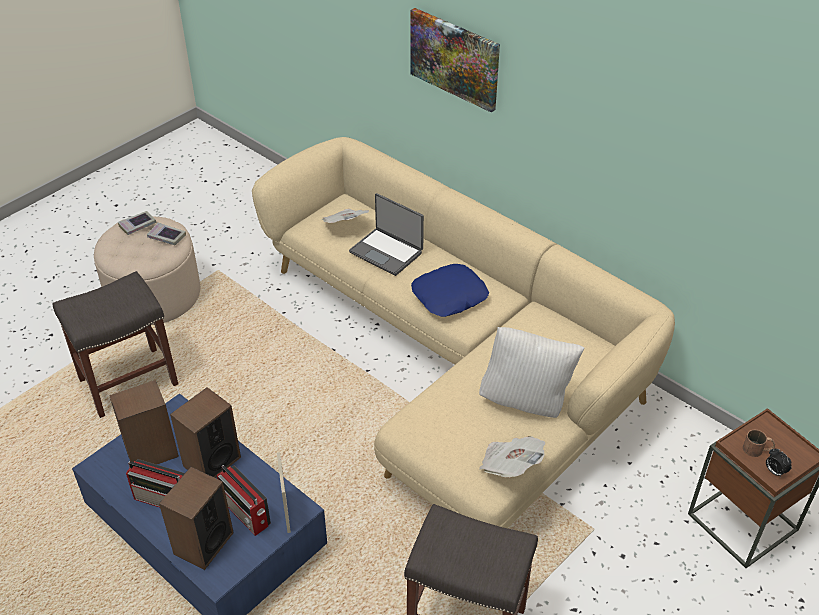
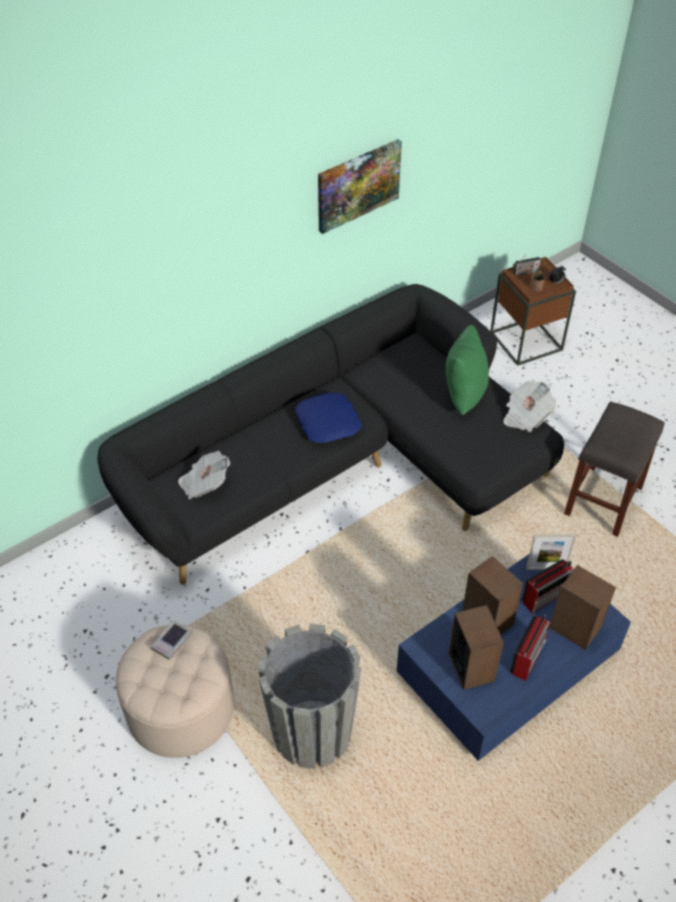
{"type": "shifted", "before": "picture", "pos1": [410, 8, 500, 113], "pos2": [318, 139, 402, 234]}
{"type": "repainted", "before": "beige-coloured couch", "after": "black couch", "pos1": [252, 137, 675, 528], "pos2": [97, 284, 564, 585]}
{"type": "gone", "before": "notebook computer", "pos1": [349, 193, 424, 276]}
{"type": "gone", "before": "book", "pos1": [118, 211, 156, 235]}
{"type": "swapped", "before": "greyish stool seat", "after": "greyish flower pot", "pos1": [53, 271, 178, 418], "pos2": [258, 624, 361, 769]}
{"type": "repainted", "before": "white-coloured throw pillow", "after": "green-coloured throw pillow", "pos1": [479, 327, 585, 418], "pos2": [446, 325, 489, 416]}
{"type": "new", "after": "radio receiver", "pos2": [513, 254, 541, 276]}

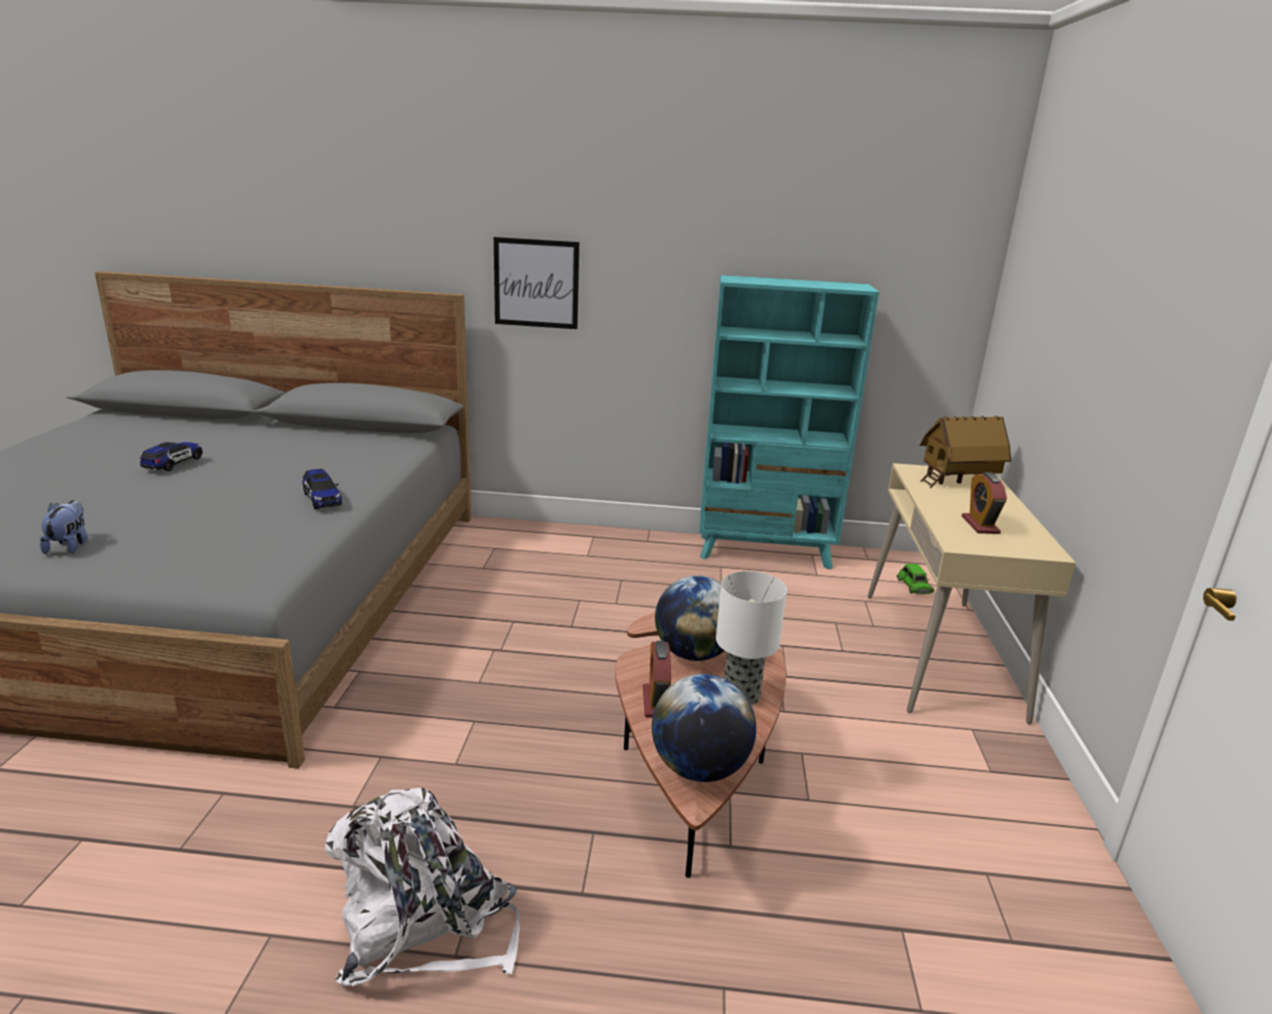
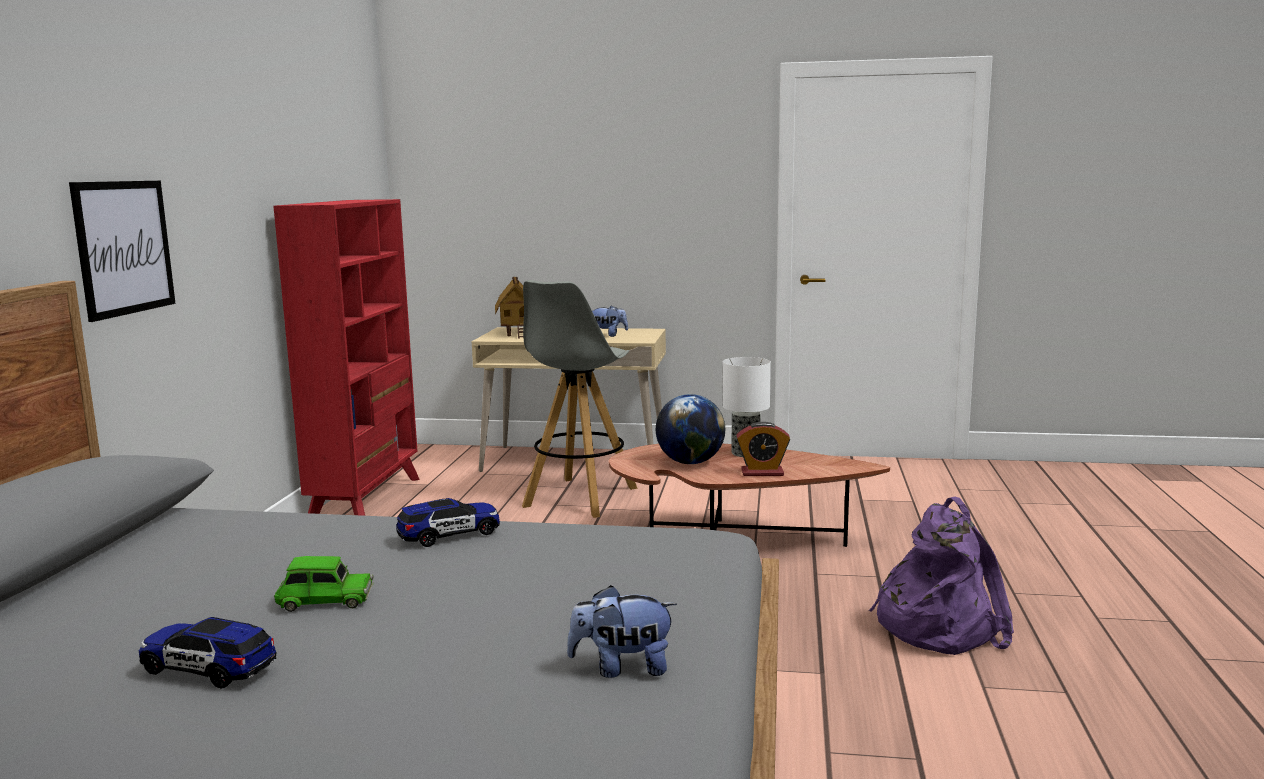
{"type": "repainted", "before": "blue-green bookcase", "after": "red-coloured bookcase", "pos1": [699, 275, 879, 570], "pos2": [273, 199, 420, 516]}
{"type": "swapped", "before": "bedside clock", "after": "soft toy", "pos1": [962, 472, 1007, 534], "pos2": [592, 305, 628, 337]}
{"type": "shifted", "before": "green-coloured toy car", "pos1": [897, 564, 934, 594], "pos2": [274, 556, 374, 612]}
{"type": "gone", "before": "globe", "pos1": [652, 674, 756, 782]}
{"type": "repainted", "before": "white-coloured rucksack", "after": "purple-coloured rucksack", "pos1": [325, 788, 519, 986], "pos2": [869, 497, 1014, 655]}
{"type": "new", "after": "greyish stool seat", "pos2": [522, 280, 638, 518]}

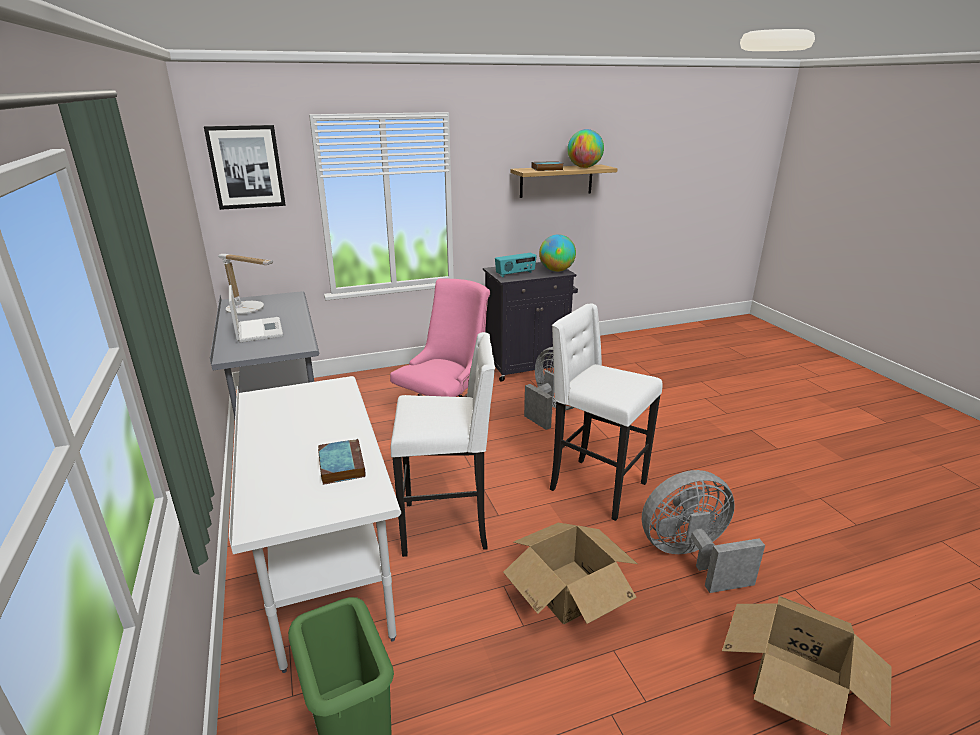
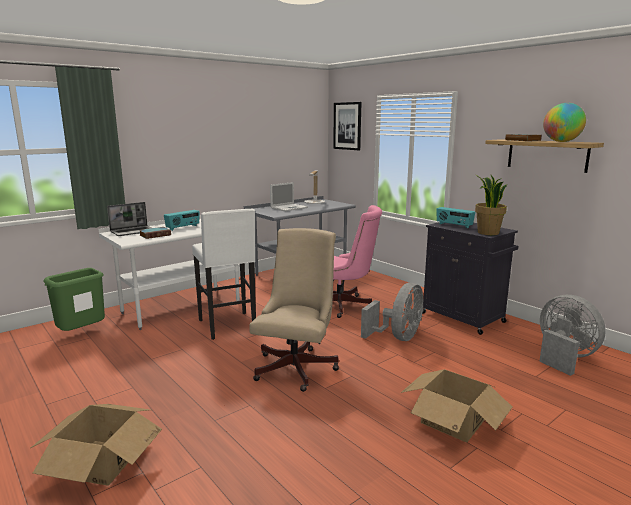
{"type": "swapped", "before": "globe", "after": "houseplant", "pos1": [539, 234, 576, 272], "pos2": [475, 175, 508, 235]}
{"type": "swapped", "before": "white-coloured stool seat", "after": "beige-coloured computer chair", "pos1": [550, 303, 663, 521], "pos2": [249, 228, 339, 392]}
{"type": "shifted", "before": "greyish fan", "pos1": [642, 470, 765, 593], "pos2": [539, 295, 606, 376]}
{"type": "shifted", "before": "carton", "pos1": [503, 523, 638, 624], "pos2": [401, 369, 512, 442]}
{"type": "new", "after": "notebook computer", "pos2": [107, 202, 152, 236]}
{"type": "new", "after": "radio receiver", "pos2": [164, 210, 200, 231]}

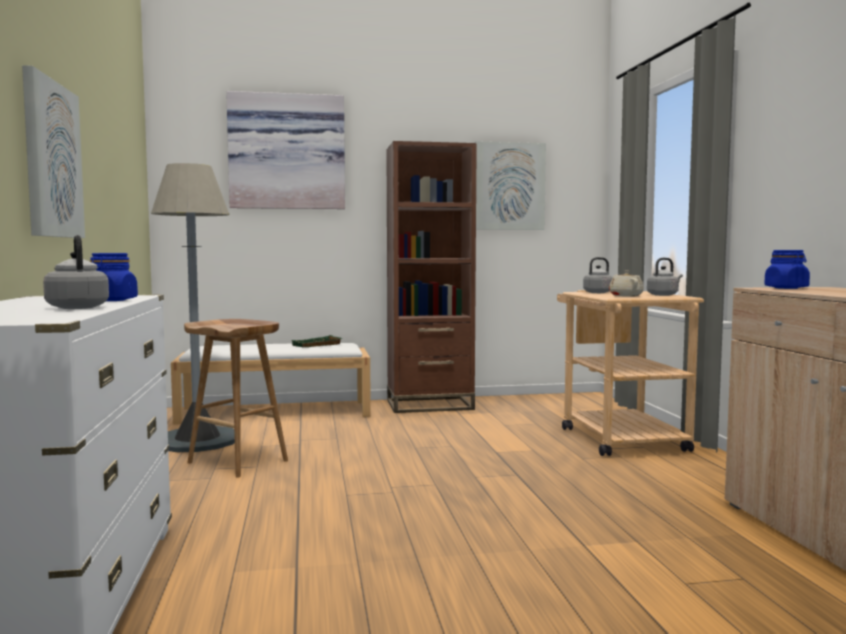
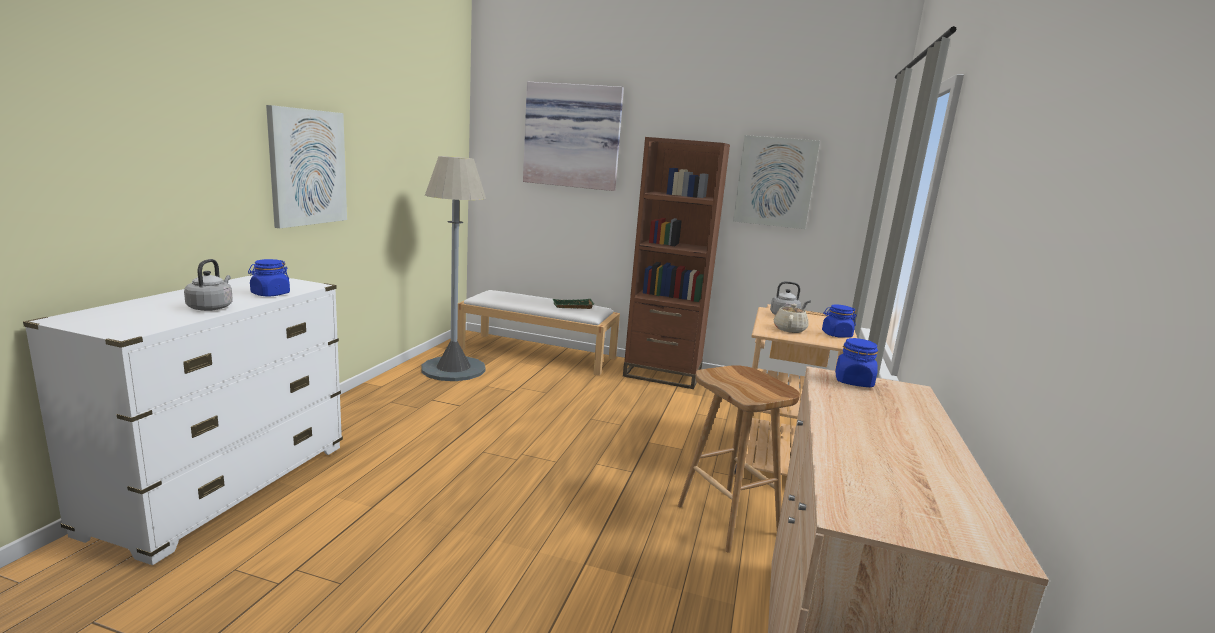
{"type": "swapped", "before": "greyish kettle", "after": "bluish jar", "pos1": [647, 258, 683, 296], "pos2": [822, 304, 857, 338]}
{"type": "shifted", "before": "brownish stool seat", "pos1": [184, 319, 288, 477], "pos2": [678, 365, 800, 553]}

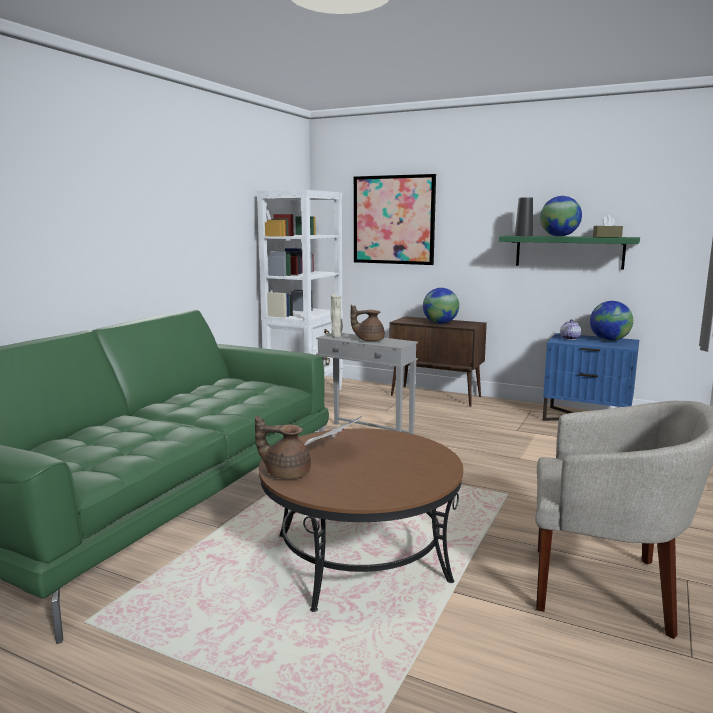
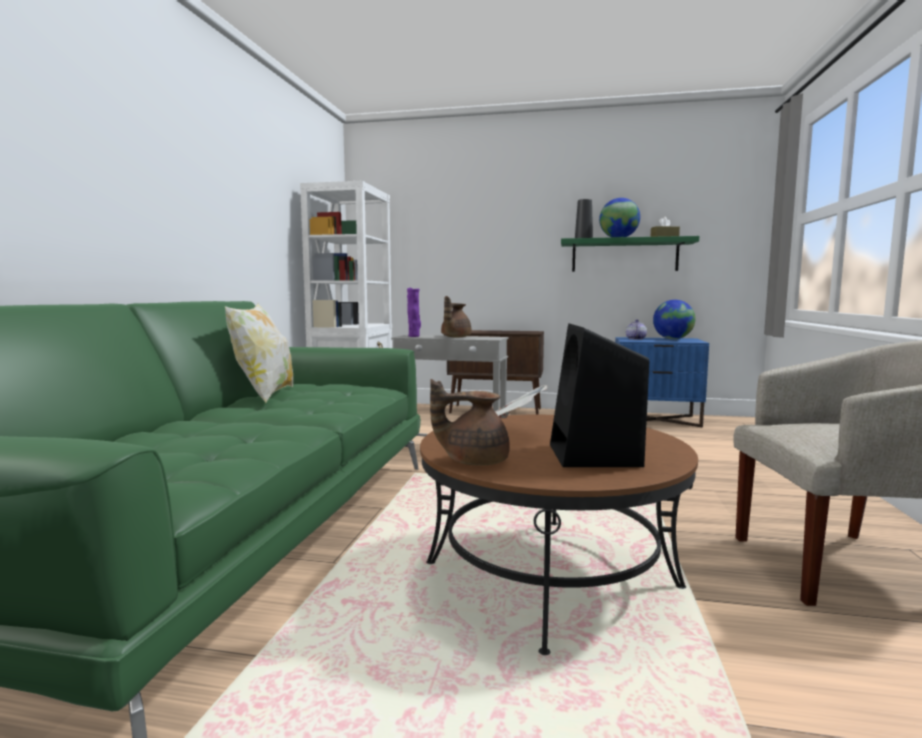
{"type": "gone", "before": "picture", "pos1": [354, 174, 436, 265]}
{"type": "gone", "before": "globe", "pos1": [423, 288, 459, 324]}
{"type": "repainted", "before": "beige-coloured decorative vase", "after": "purple-coloured decorative vase", "pos1": [331, 294, 343, 338], "pos2": [407, 288, 421, 337]}
{"type": "rotated", "before": "brownish tea pot", "pos1": [351, 305, 385, 341], "pos2": [441, 296, 471, 338], "turn": -45}
{"type": "new", "after": "throw pillow", "pos2": [224, 303, 293, 403]}
{"type": "new", "after": "black audio speaker", "pos2": [550, 323, 649, 467]}

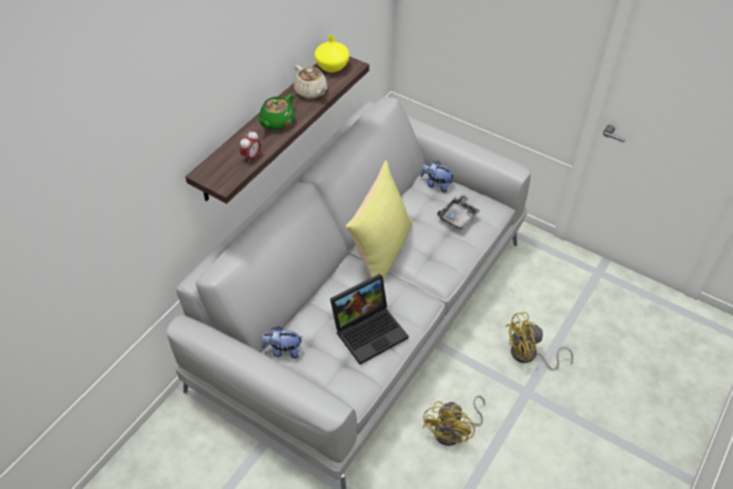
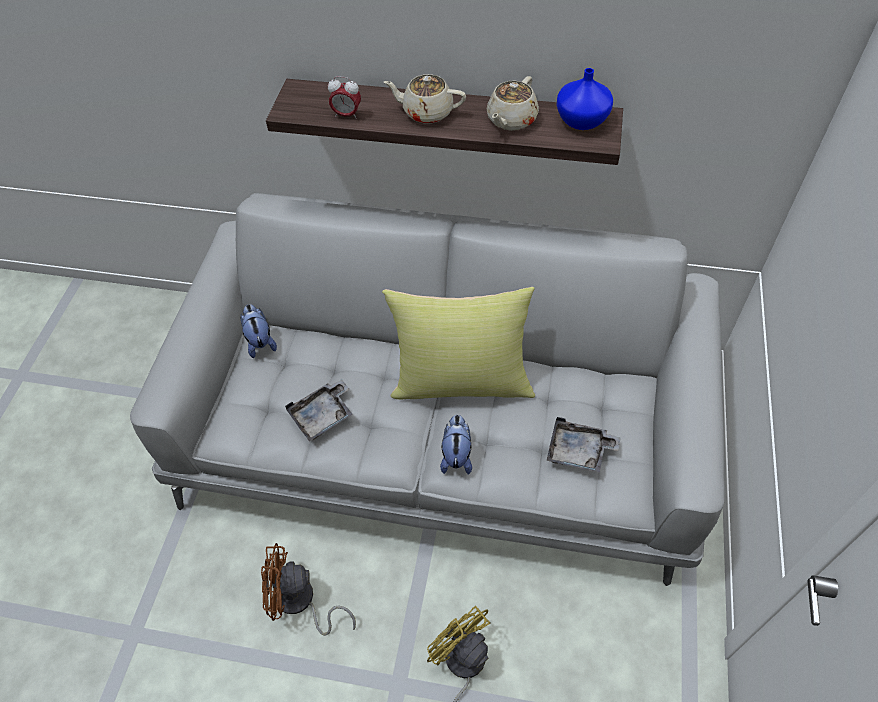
{"type": "repainted", "before": "yellow-coloured decorative vase", "after": "bluish decorative vase", "pos1": [315, 35, 349, 72], "pos2": [556, 68, 613, 130]}
{"type": "repainted", "before": "green-coloured tea pot", "after": "beige-coloured tea pot", "pos1": [257, 94, 295, 130], "pos2": [384, 74, 466, 124]}
{"type": "shifted", "before": "soft toy", "pos1": [420, 161, 455, 193], "pos2": [440, 415, 472, 475]}
{"type": "swapped", "before": "notebook computer", "after": "greyish tray", "pos1": [330, 274, 409, 364], "pos2": [285, 379, 352, 442]}
{"type": "repainted", "before": "yellow-coloured fan", "after": "brownish fan", "pos1": [423, 395, 485, 446], "pos2": [261, 543, 356, 636]}

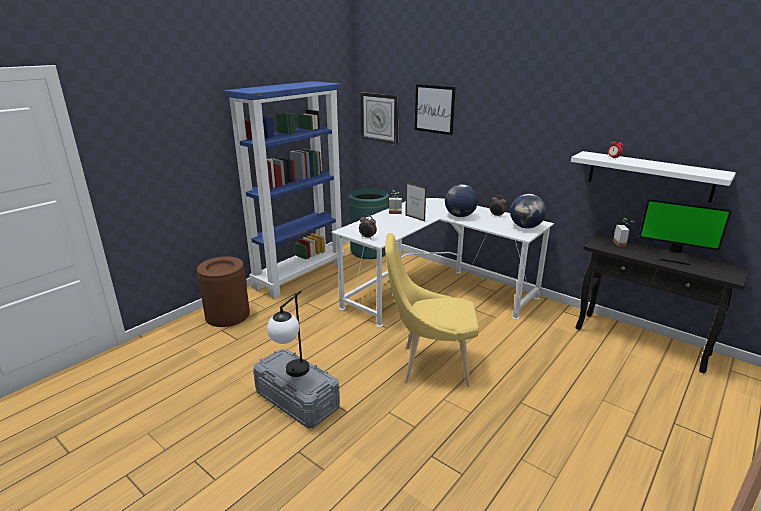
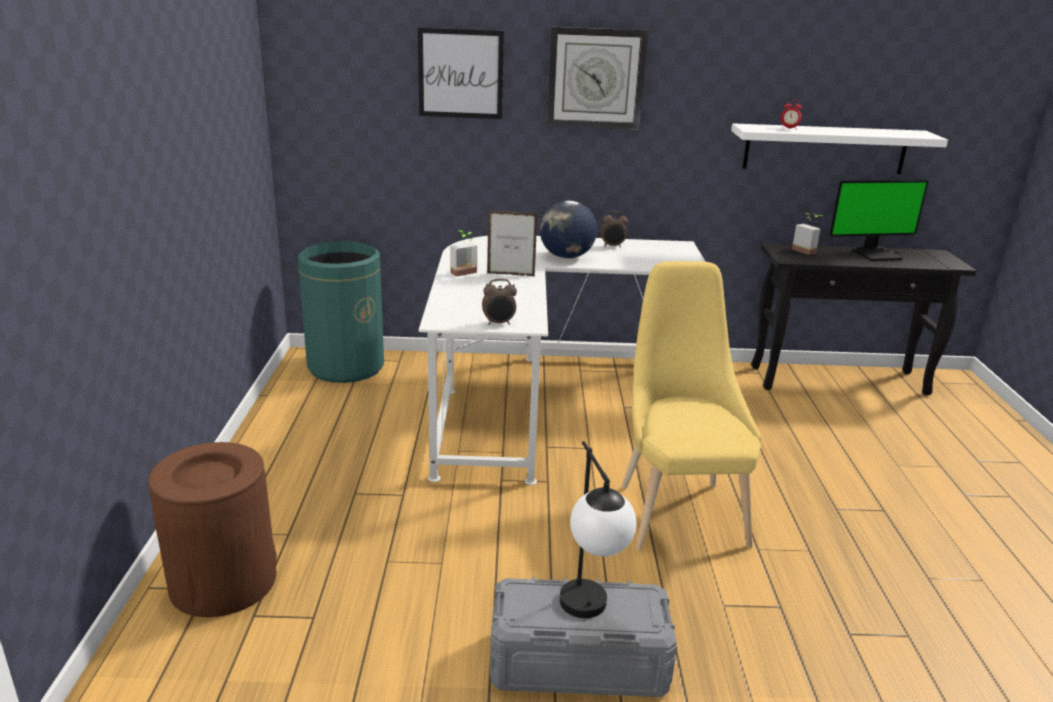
{"type": "gone", "before": "bluish bookcase", "pos1": [223, 81, 345, 298]}
{"type": "shifted", "before": "clock on the wall", "pos1": [360, 92, 399, 145], "pos2": [547, 26, 648, 130]}
{"type": "gone", "before": "globe", "pos1": [510, 194, 546, 229]}
{"type": "rotated", "before": "yellow-coloured plain chair", "pos1": [385, 233, 479, 387], "pos2": [622, 261, 761, 551], "turn": 120}

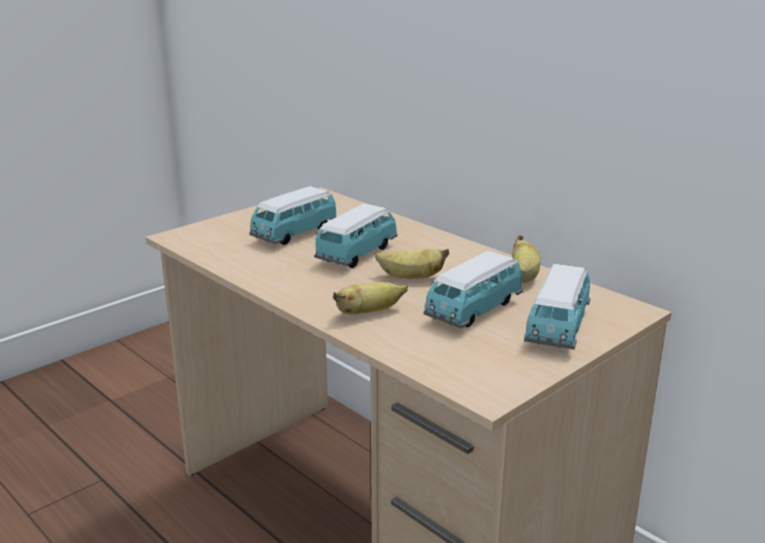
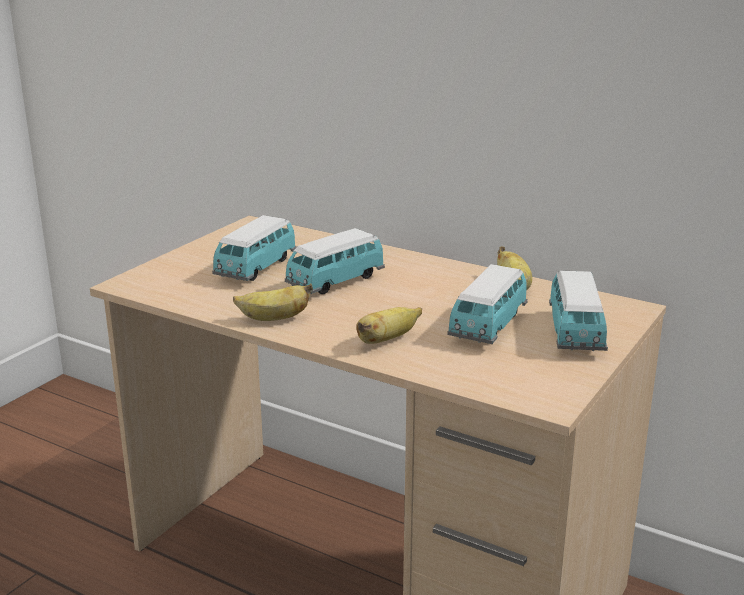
{"type": "rotated", "before": "toy car", "pos1": [314, 203, 397, 268], "pos2": [285, 228, 385, 294], "turn": -150}
{"type": "shifted", "before": "banana fruit", "pos1": [375, 248, 449, 279], "pos2": [233, 284, 313, 321]}

